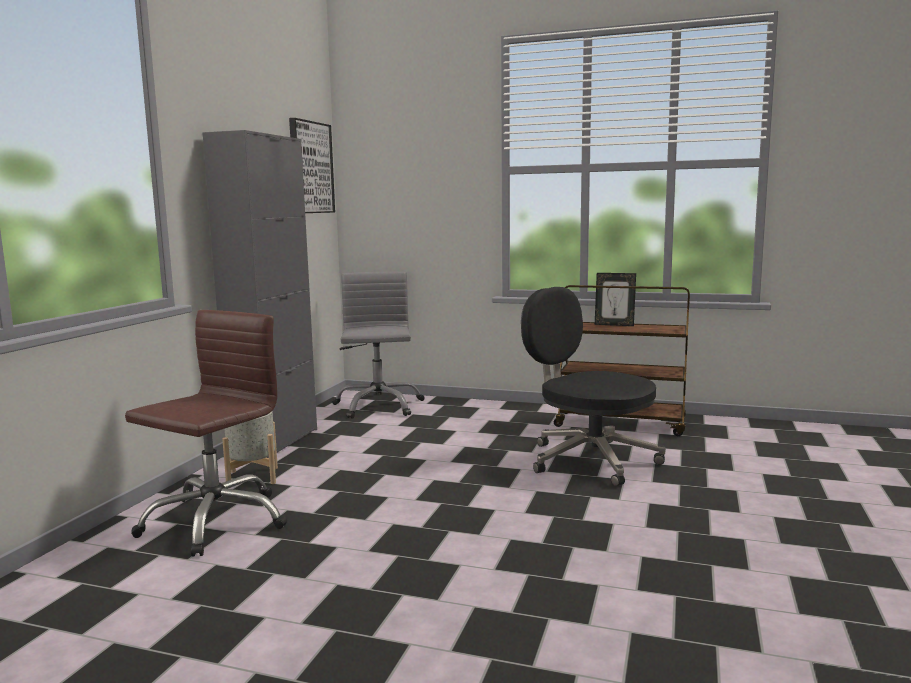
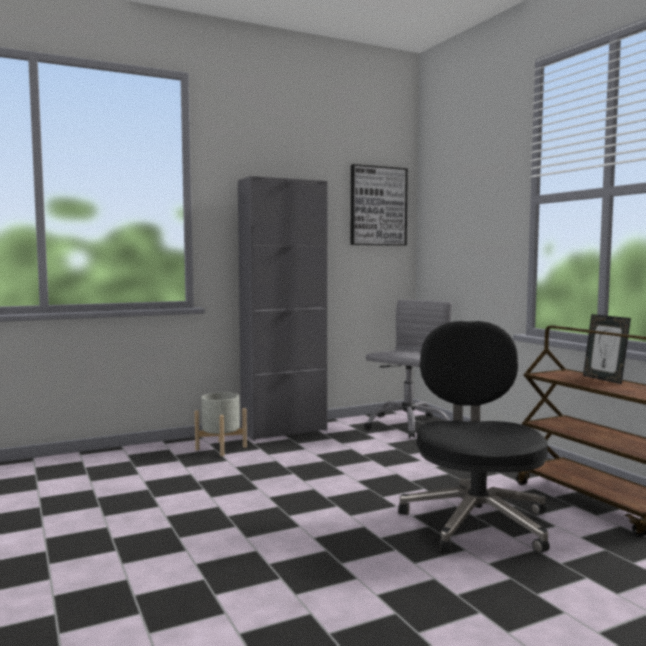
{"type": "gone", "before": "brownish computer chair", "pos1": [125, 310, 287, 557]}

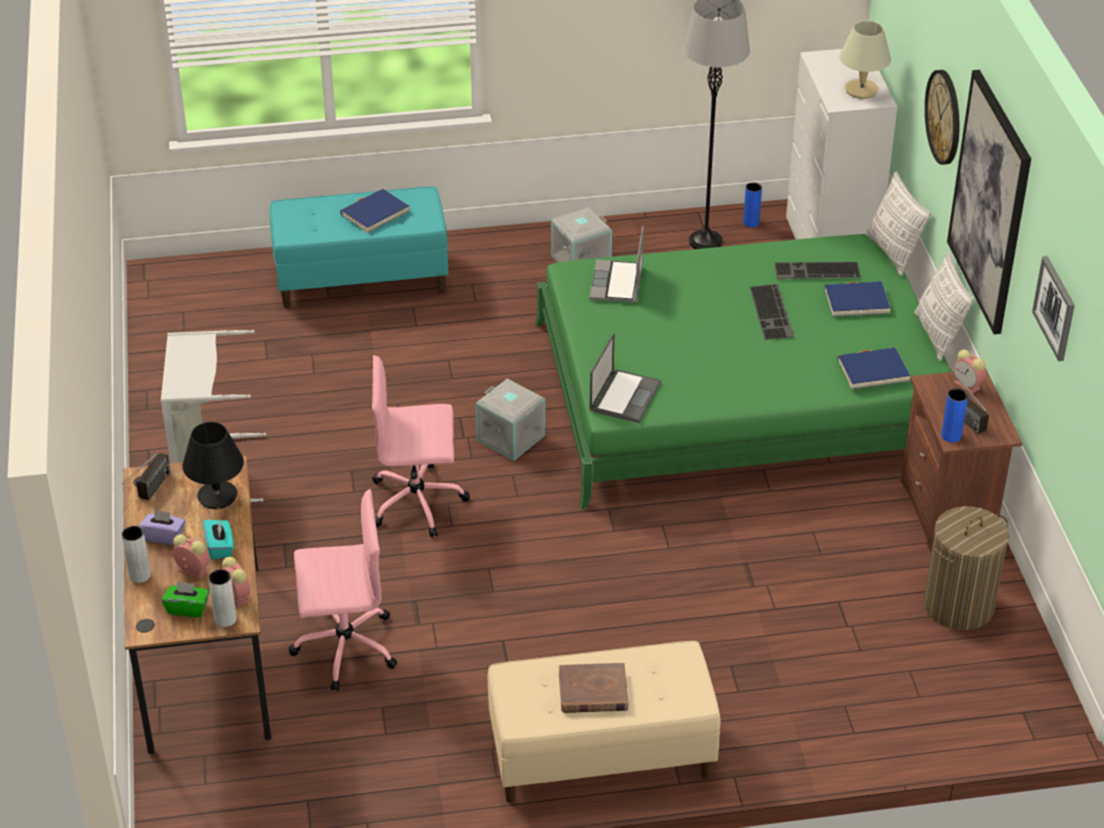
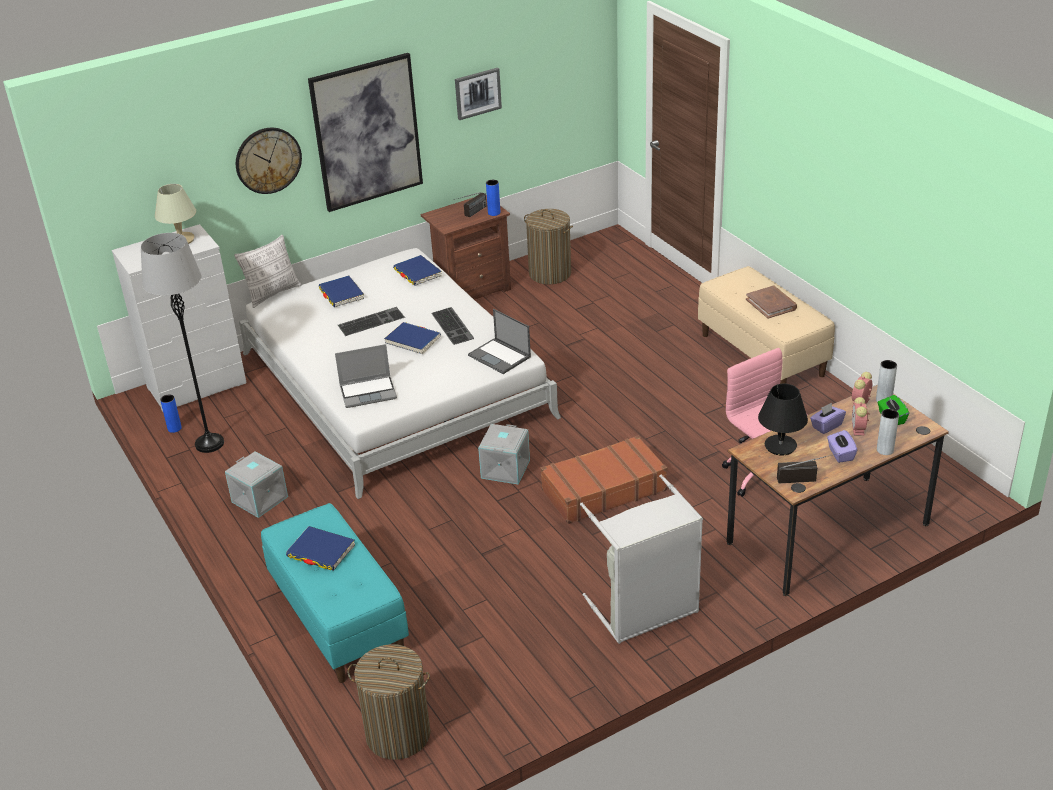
{"type": "repainted", "before": "green-coloured bed", "after": "white-coloured bed", "pos1": [535, 234, 952, 509], "pos2": [239, 248, 561, 499]}
{"type": "gone", "before": "throw pillow", "pos1": [914, 251, 974, 361]}
{"type": "shifted", "before": "keyboard", "pos1": [774, 262, 861, 279], "pos2": [431, 307, 474, 345]}
{"type": "rotated", "before": "notebook computer", "pos1": [590, 333, 661, 423], "pos2": [468, 309, 531, 374], "turn": -135}
{"type": "gone", "before": "bedside clock", "pos1": [953, 349, 986, 394]}
{"type": "swapped", "before": "pink-coloured computer chair", "after": "brownish travel case", "pos1": [372, 355, 470, 538], "pos2": [541, 435, 667, 524]}
{"type": "repainted", "before": "blue-green box of tissues", "after": "purple-coloured box of tissues", "pos1": [203, 519, 234, 560], "pos2": [810, 403, 846, 434]}
{"type": "new", "after": "bluish book", "pos2": [384, 322, 441, 354]}
{"type": "new", "after": "laundry basket", "pos2": [347, 644, 430, 760]}

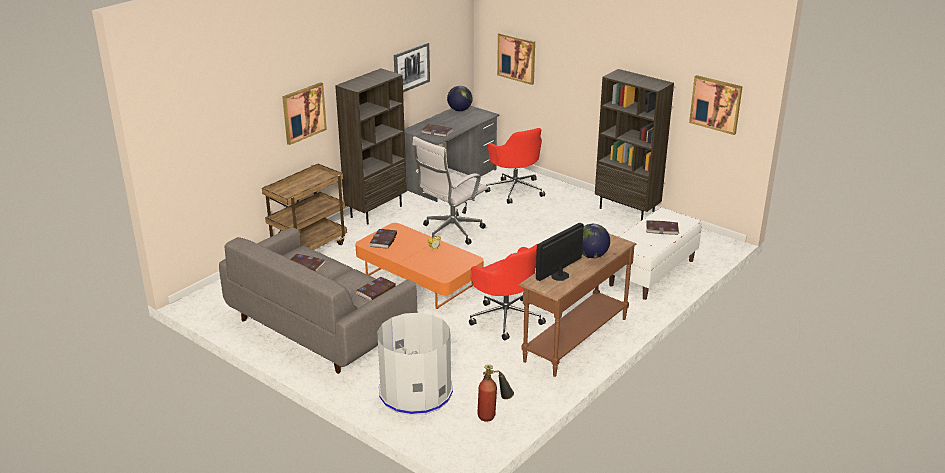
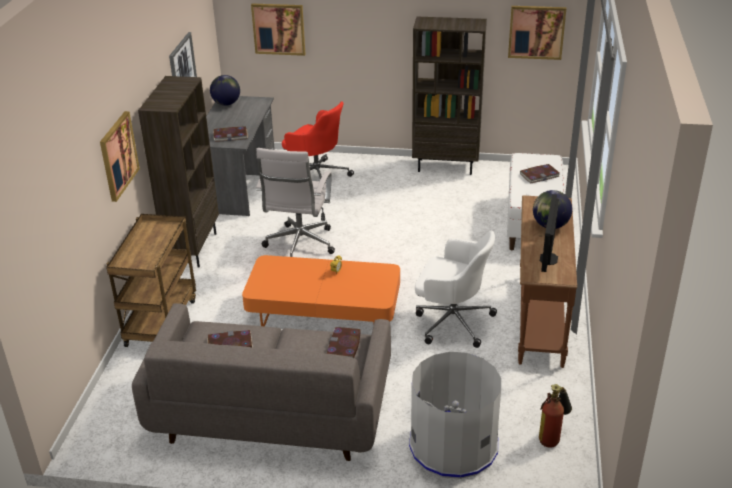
{"type": "gone", "before": "book", "pos1": [370, 229, 397, 249]}
{"type": "repainted", "before": "red-coloured computer chair", "after": "white-coloured computer chair", "pos1": [469, 244, 546, 340], "pos2": [415, 231, 497, 348]}

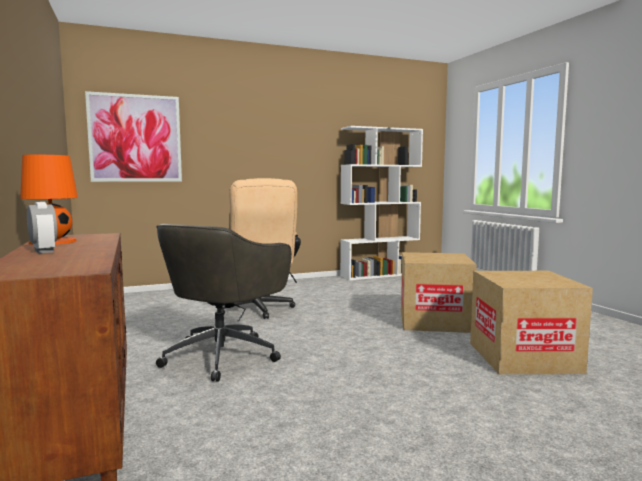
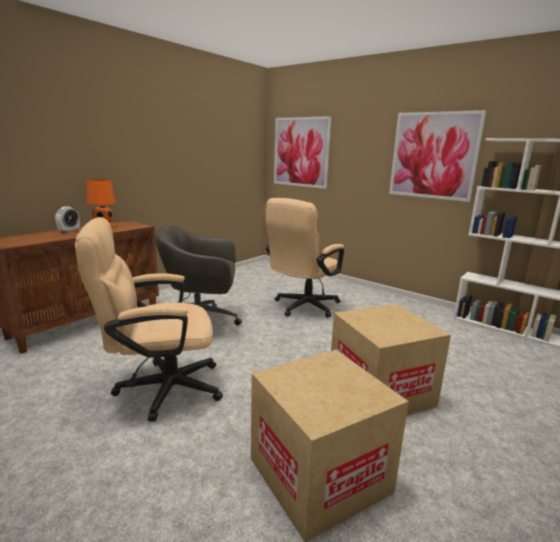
{"type": "new", "after": "picture", "pos2": [389, 110, 486, 202]}
{"type": "new", "after": "beige-coloured computer chair", "pos2": [75, 217, 223, 422]}

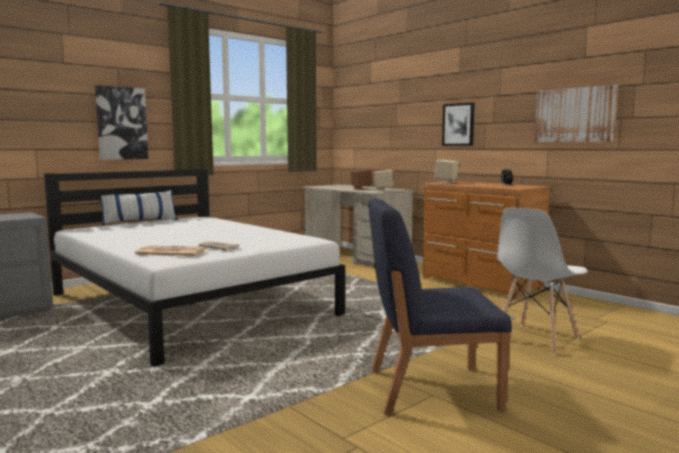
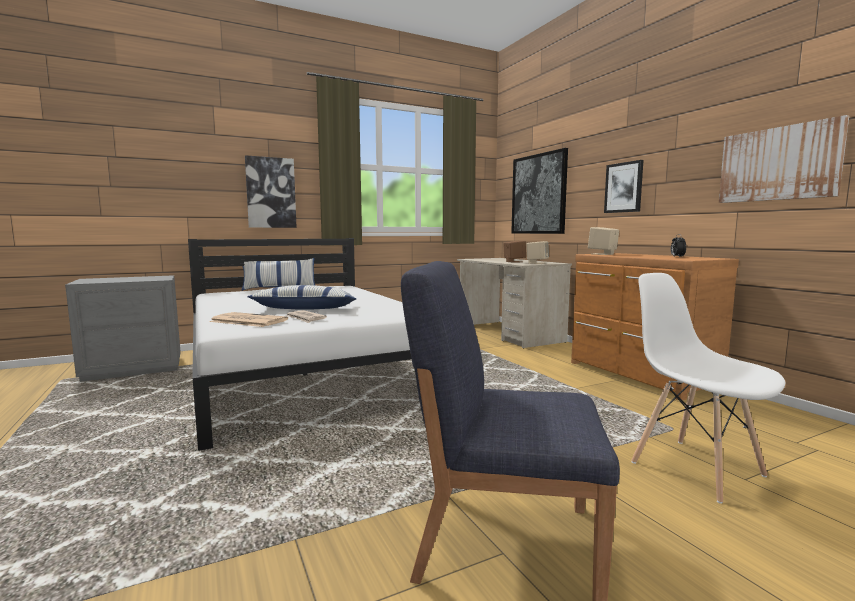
{"type": "rotated", "before": "white-coloured plain chair", "pos1": [497, 207, 588, 355], "pos2": [631, 273, 785, 504], "turn": 90}
{"type": "new", "after": "picture", "pos2": [511, 148, 568, 234]}
{"type": "new", "after": "throw pillow", "pos2": [247, 285, 356, 310]}

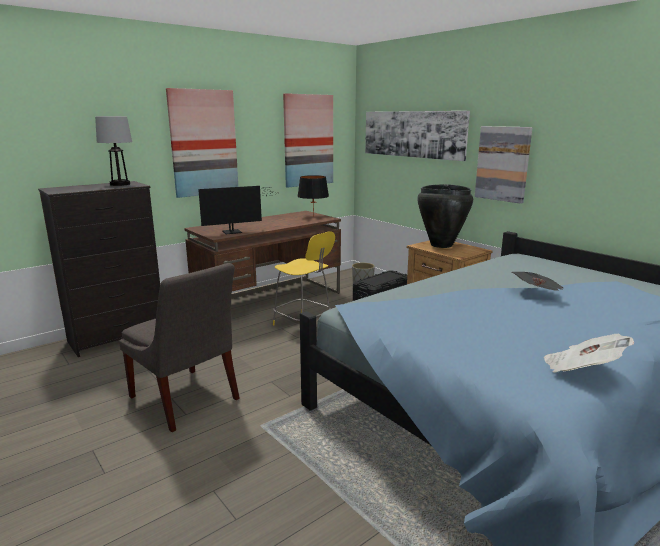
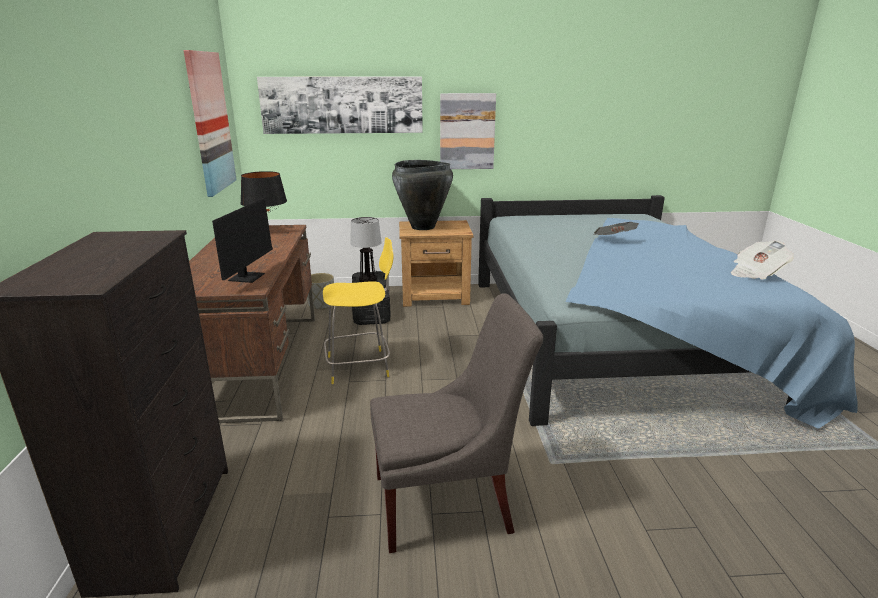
{"type": "gone", "before": "picture", "pos1": [166, 88, 238, 198]}
{"type": "shifted", "before": "lamp for a table", "pos1": [95, 116, 132, 186], "pos2": [350, 217, 382, 282]}

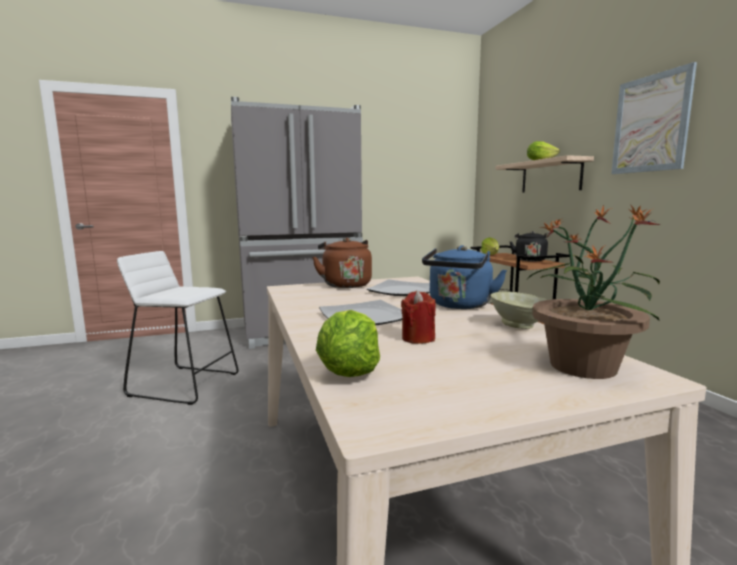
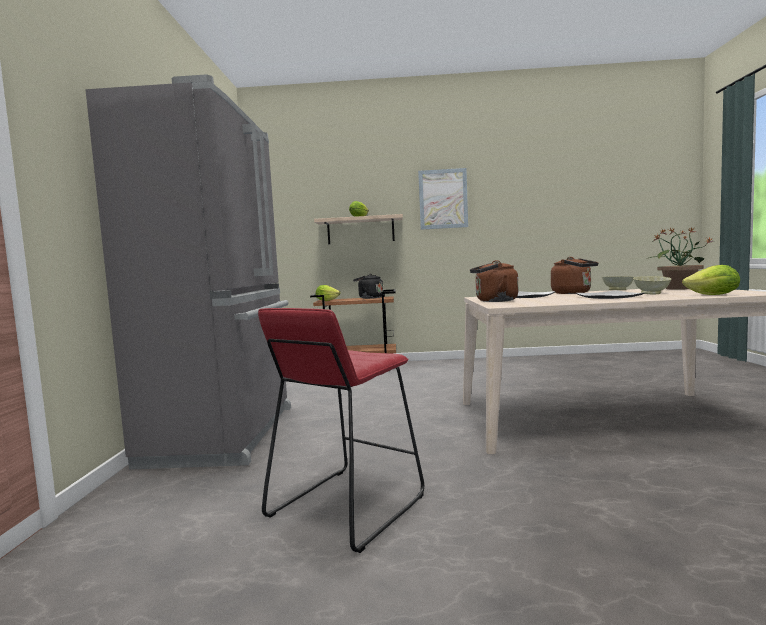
{"type": "repainted", "before": "bluish kettle", "after": "brownish kettle", "pos1": [422, 245, 507, 309], "pos2": [551, 257, 599, 294]}
{"type": "repainted", "before": "white-coloured stool seat", "after": "red-coloured stool seat", "pos1": [117, 251, 239, 405], "pos2": [258, 308, 424, 553]}
{"type": "swapped", "before": "red-coloured wax light", "after": "beige-coloured serving bowl", "pos1": [401, 290, 436, 344], "pos2": [633, 276, 671, 294]}

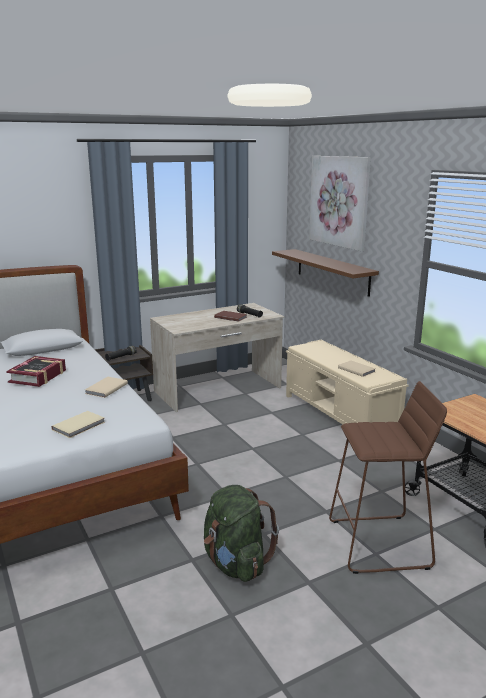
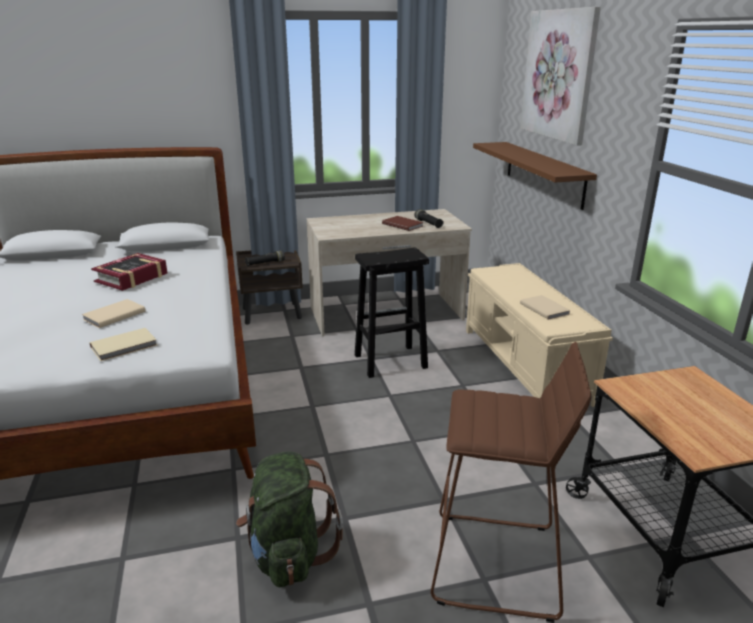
{"type": "shifted", "before": "beige-coloured book", "pos1": [85, 377, 128, 398], "pos2": [82, 299, 146, 328]}
{"type": "new", "after": "black stool seat", "pos2": [355, 247, 429, 378]}

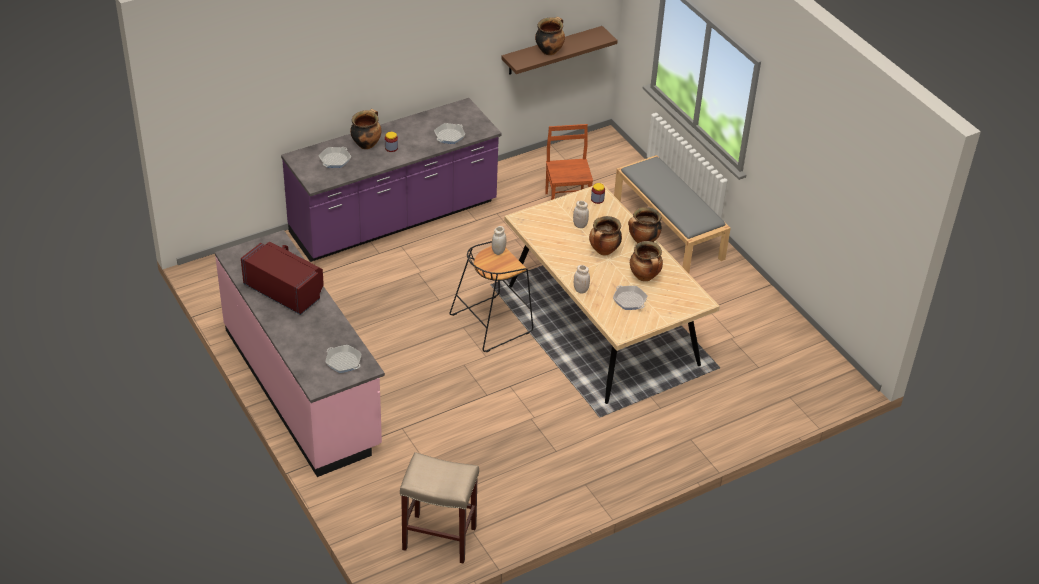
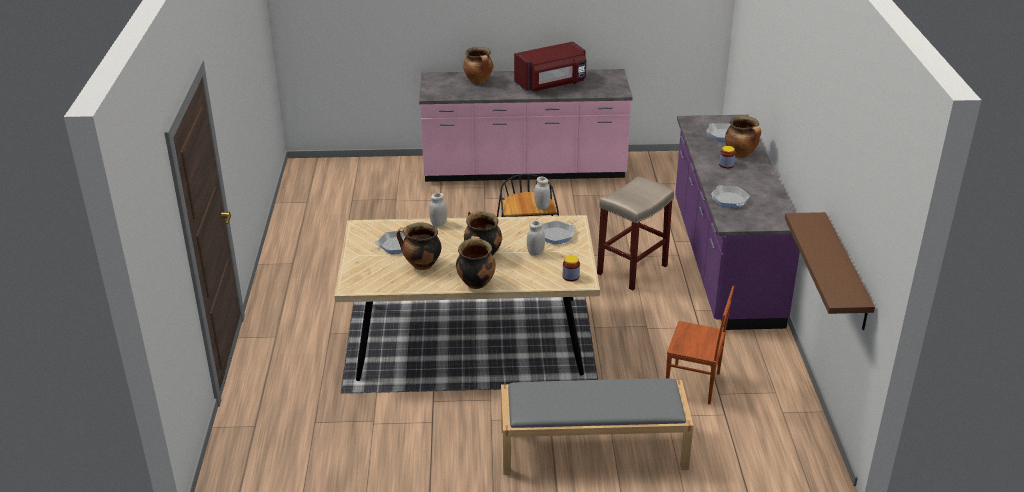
{"type": "shifted", "before": "stockpot", "pos1": [535, 17, 565, 55], "pos2": [463, 47, 493, 84]}
{"type": "shifted", "before": "skillet", "pos1": [325, 345, 362, 373], "pos2": [542, 220, 576, 245]}
{"type": "shifted", "before": "beige-coloured stool seat", "pos1": [400, 452, 479, 564], "pos2": [597, 176, 674, 291]}

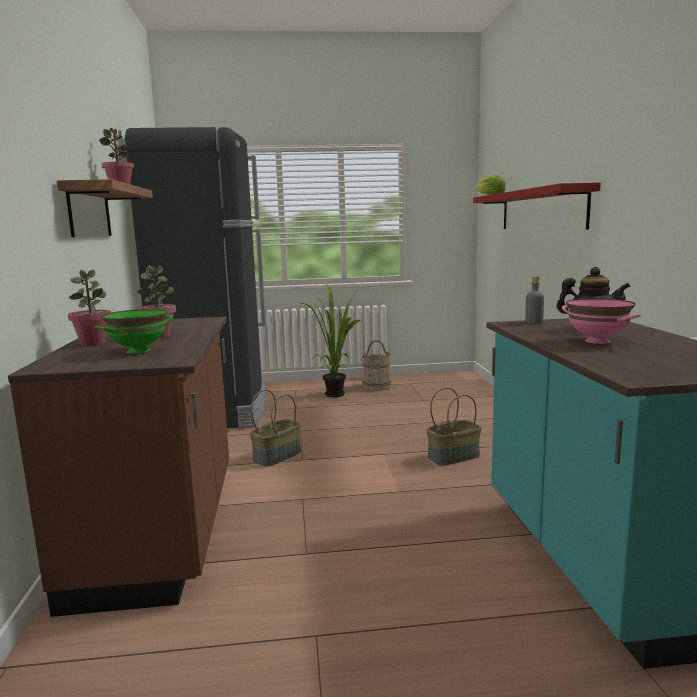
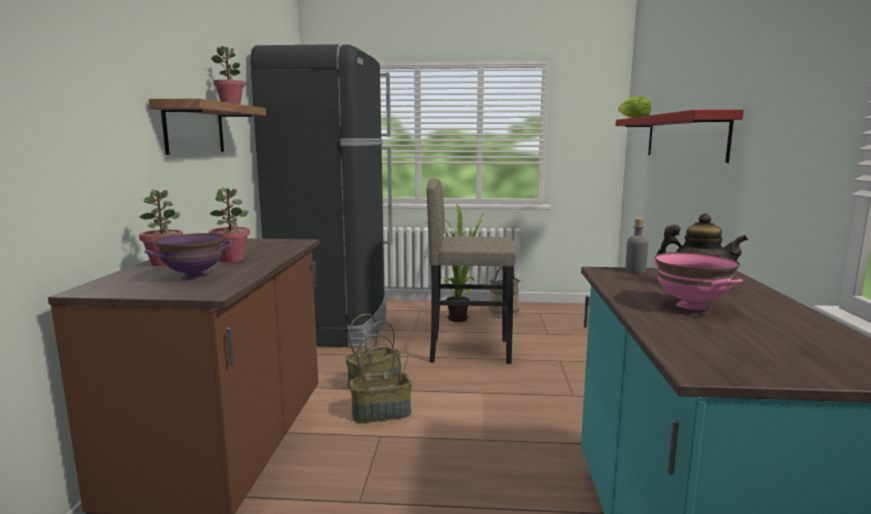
{"type": "repainted", "before": "green-coloured serving bowl", "after": "purple-coloured serving bowl", "pos1": [95, 309, 173, 354], "pos2": [145, 233, 233, 280]}
{"type": "shifted", "before": "storage basket", "pos1": [427, 387, 482, 466], "pos2": [349, 334, 412, 423]}
{"type": "new", "after": "greyish stool seat", "pos2": [427, 179, 517, 364]}

